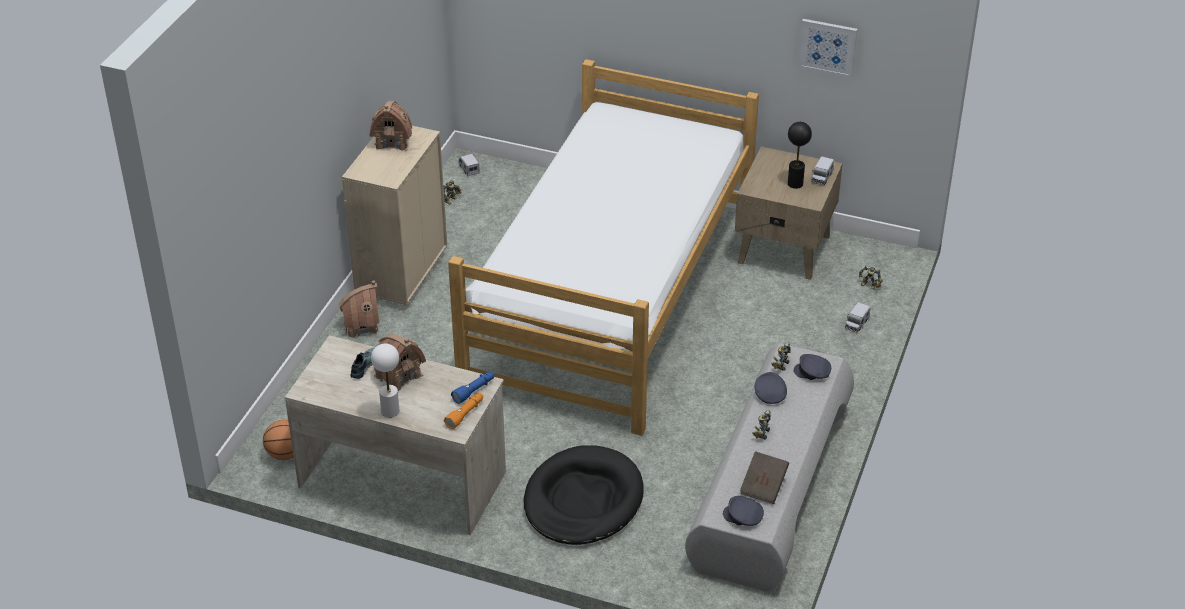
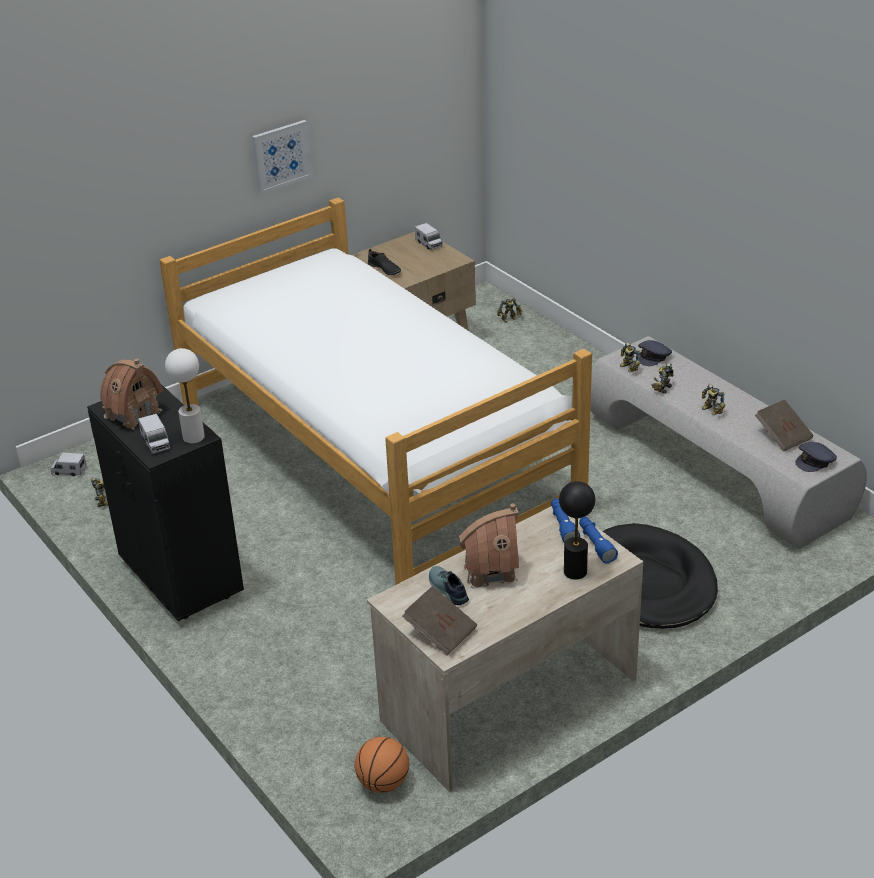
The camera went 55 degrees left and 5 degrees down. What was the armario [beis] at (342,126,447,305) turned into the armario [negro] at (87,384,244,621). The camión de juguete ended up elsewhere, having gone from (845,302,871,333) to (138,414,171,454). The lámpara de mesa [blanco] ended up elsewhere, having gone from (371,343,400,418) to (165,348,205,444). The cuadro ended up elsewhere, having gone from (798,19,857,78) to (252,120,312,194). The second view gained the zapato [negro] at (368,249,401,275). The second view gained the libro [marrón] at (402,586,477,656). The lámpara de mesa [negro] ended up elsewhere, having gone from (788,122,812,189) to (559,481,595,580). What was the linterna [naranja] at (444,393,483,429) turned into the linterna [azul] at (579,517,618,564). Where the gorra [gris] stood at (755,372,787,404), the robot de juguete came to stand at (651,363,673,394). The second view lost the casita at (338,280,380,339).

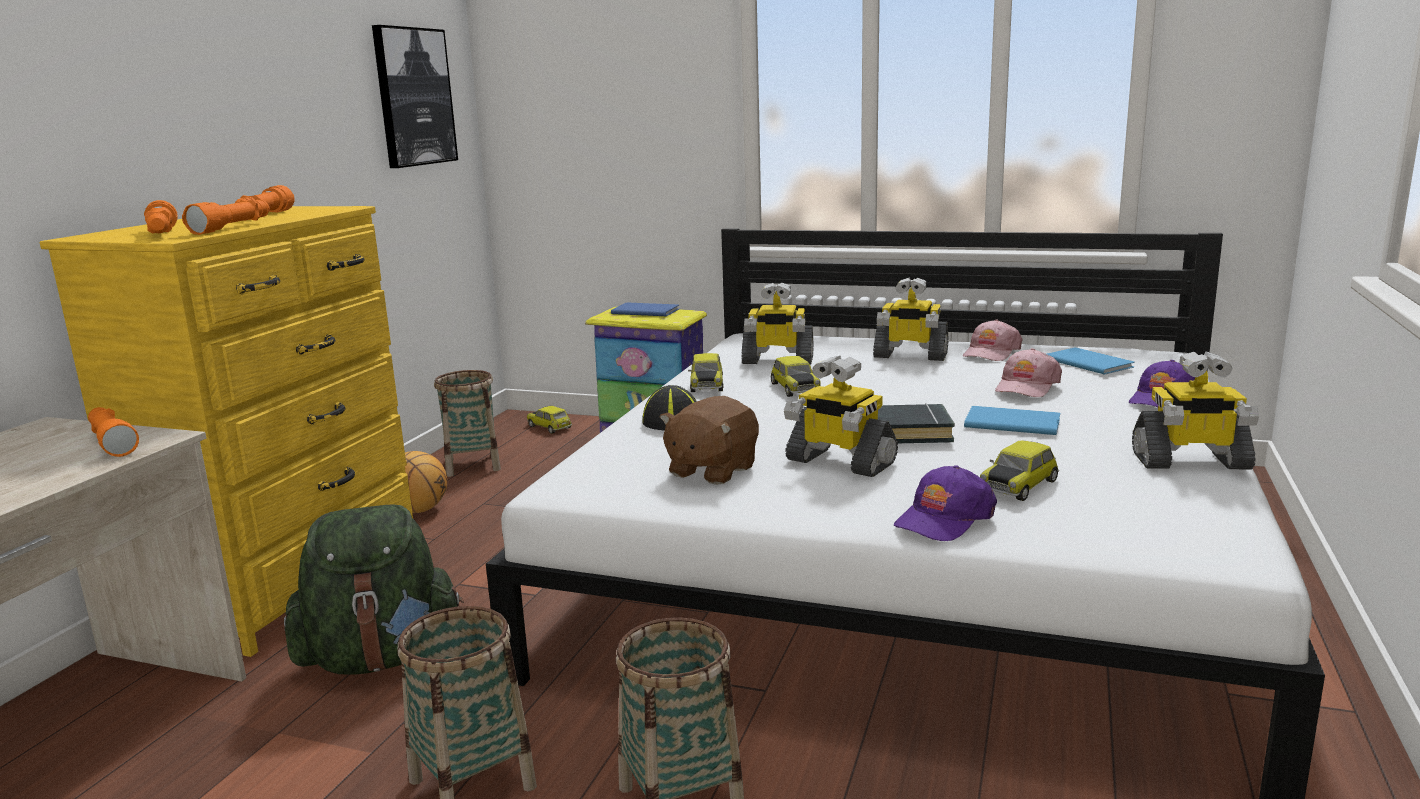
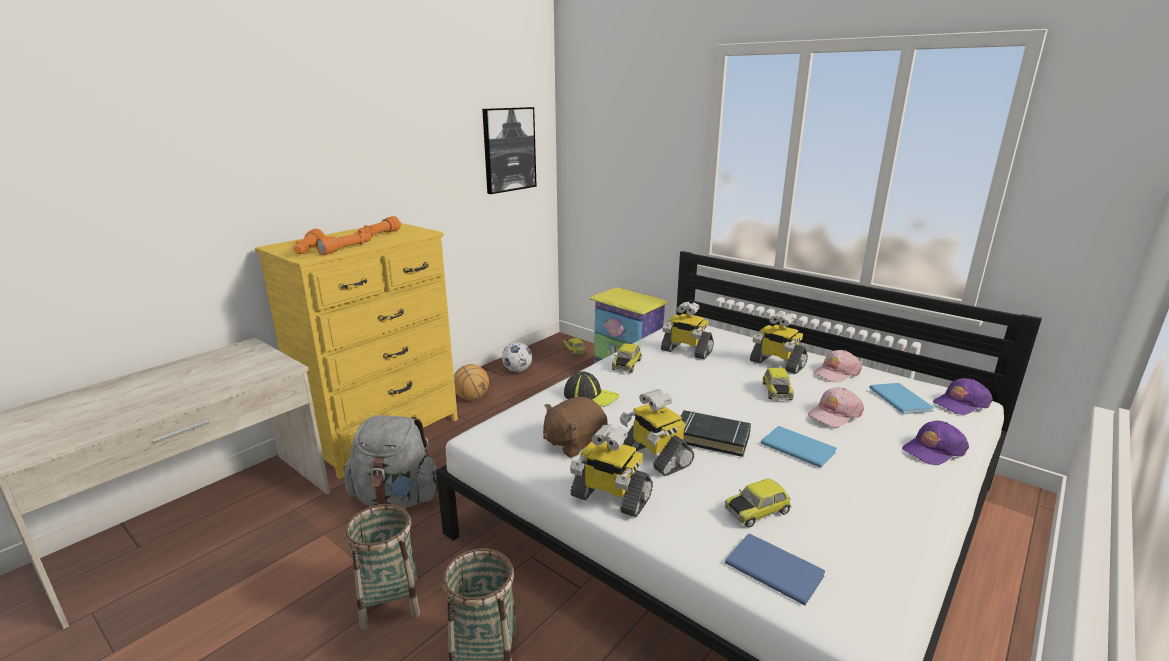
The camera went 20 degrees right and 5 degrees up. What was the mochila [verde] at (284,504,464,674) turned into the mochila [gris] at (344,415,438,508). Where the cesta stood at (434,370,501,477), the balón de fútbol came to stand at (502,342,532,372). The robot de juguete ended up elsewhere, having gone from (1132,351,1259,470) to (570,424,653,517). The libro [azul] ended up elsewhere, having gone from (611,303,679,316) to (725,534,825,605). The coche de juguete ended up elsewhere, having gone from (770,356,821,397) to (763,367,794,400). The gorra [morado] ended up elsewhere, having gone from (894,465,997,541) to (933,378,993,415). The second view lost the linterna [naranja] at (88,407,139,457).

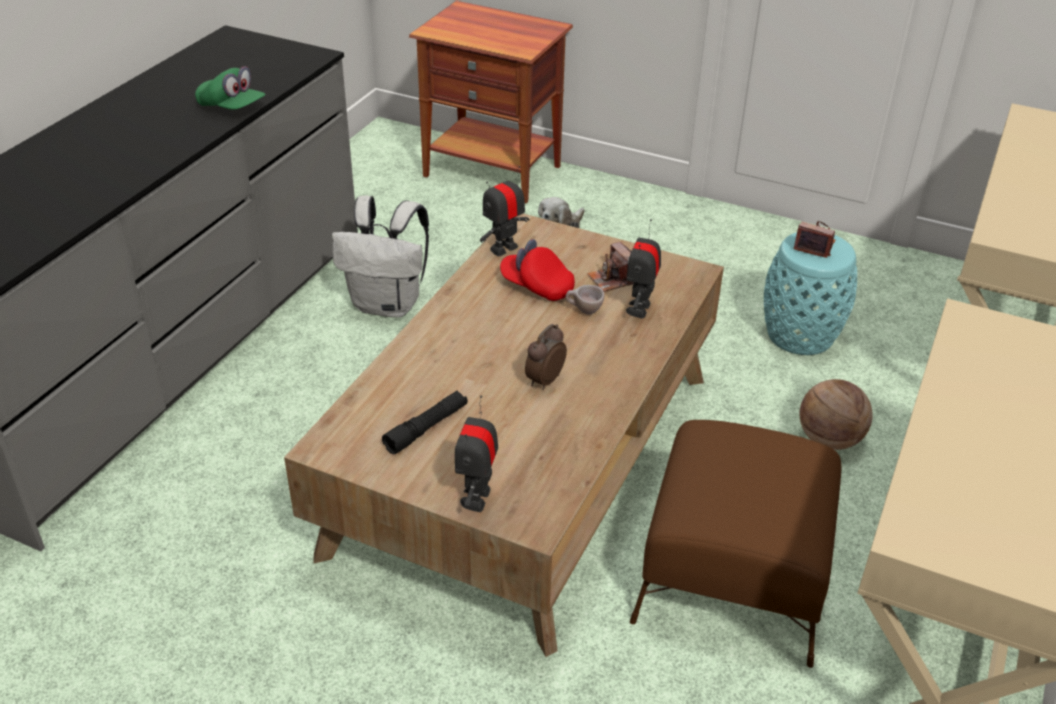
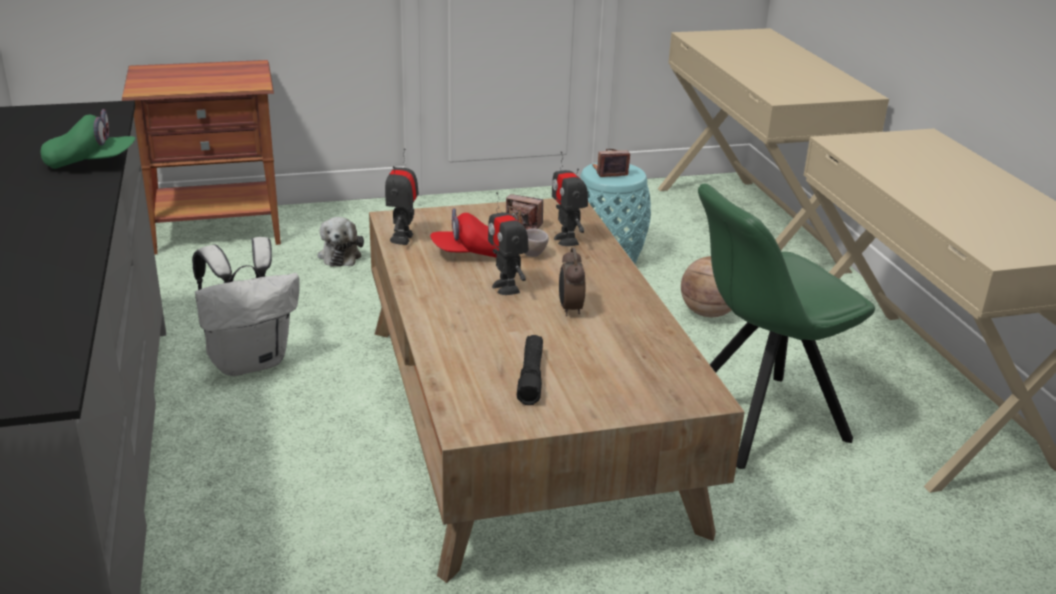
The camera went 40 degrees left and 10 degrees down. The robot de juguete ended up elsewhere, having gone from (455,395,498,512) to (488,192,529,295). Where the puf [marrón] stood at (630,420,841,668), the silla [verde] came to stand at (698,183,875,469).

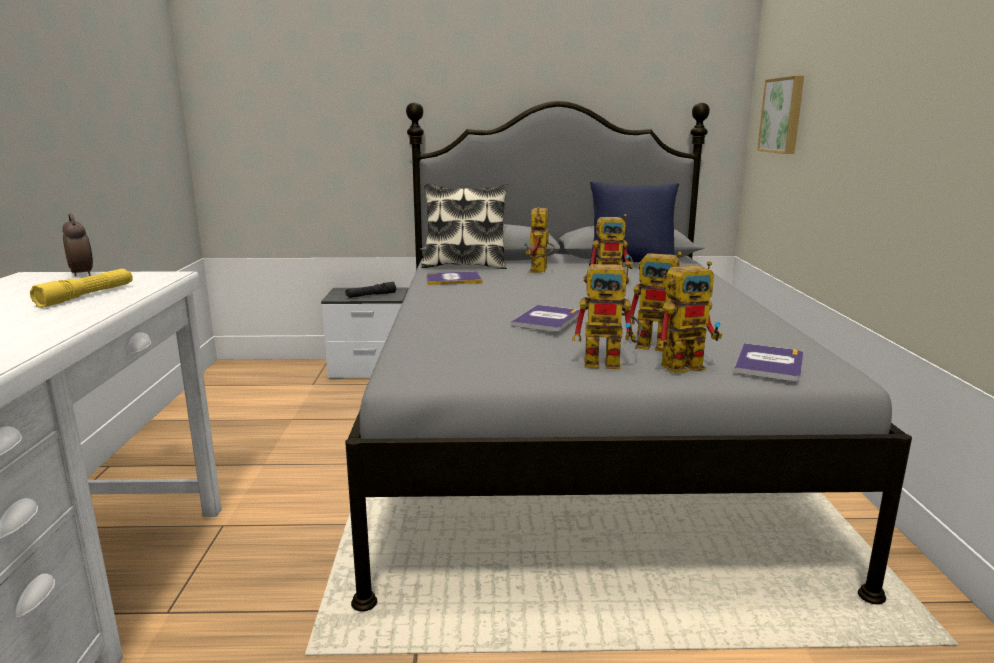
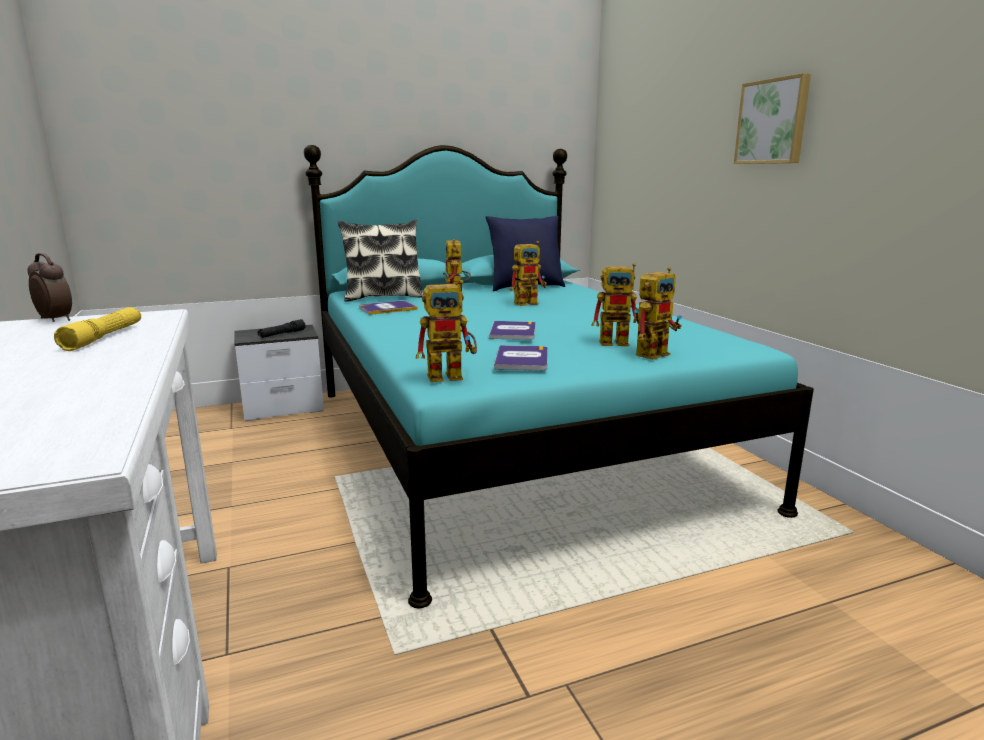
The camera went 20 degrees left and 0 degrees up. What was the cama [gris] at (345,101,912,612) turned into the cama [turquesa] at (304,145,814,609). The robot de juguete ended up elsewhere, having gone from (572,261,641,369) to (416,280,477,382). The libro ended up elsewhere, having gone from (734,343,803,381) to (494,345,547,370). The cuadro ended up elsewhere, having gone from (757,76,804,154) to (734,73,811,164).

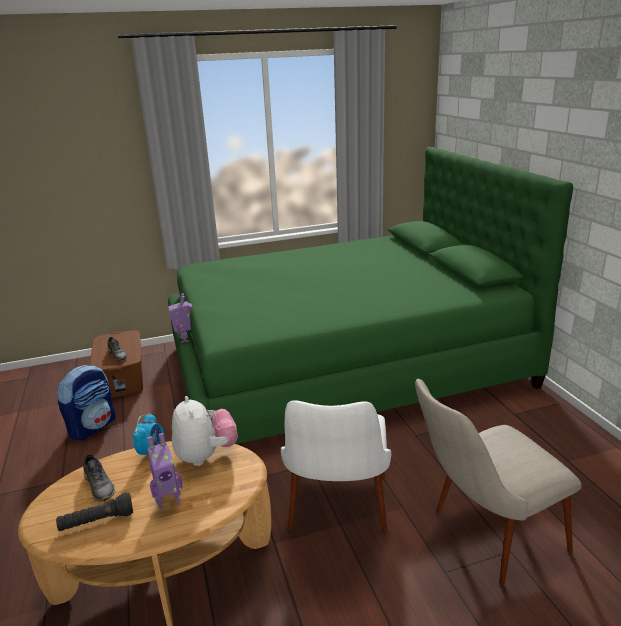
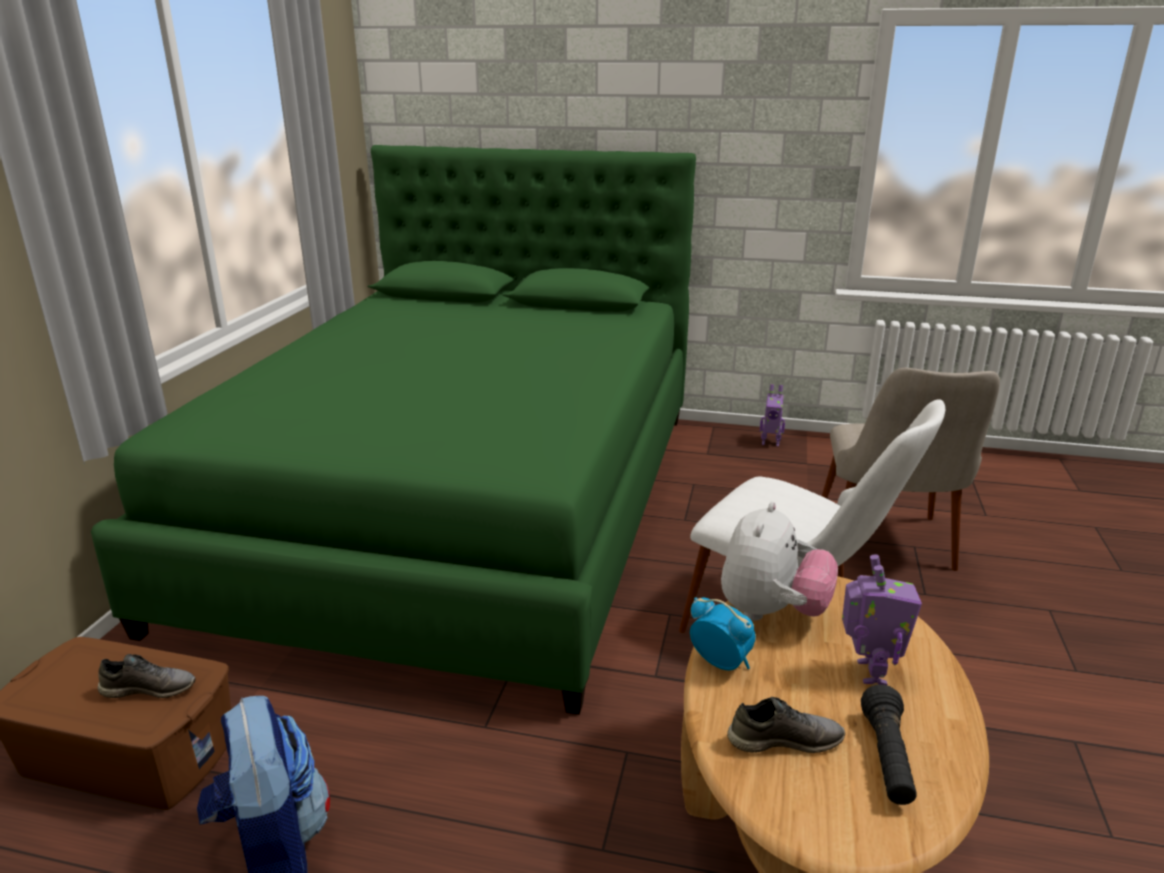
The camera went 60 degrees left and 0 degrees up. The peluche at (172,396,238,466) ended up facing another way, 105 degrees clockwise from before. The robot de juguete ended up elsewhere, having gone from (168,293,192,343) to (760,384,785,447).

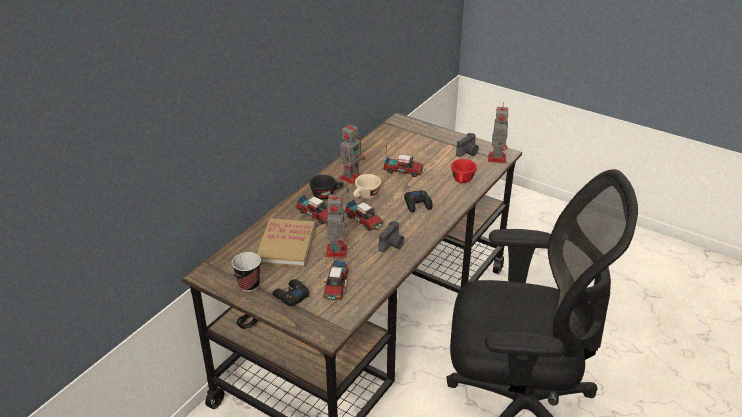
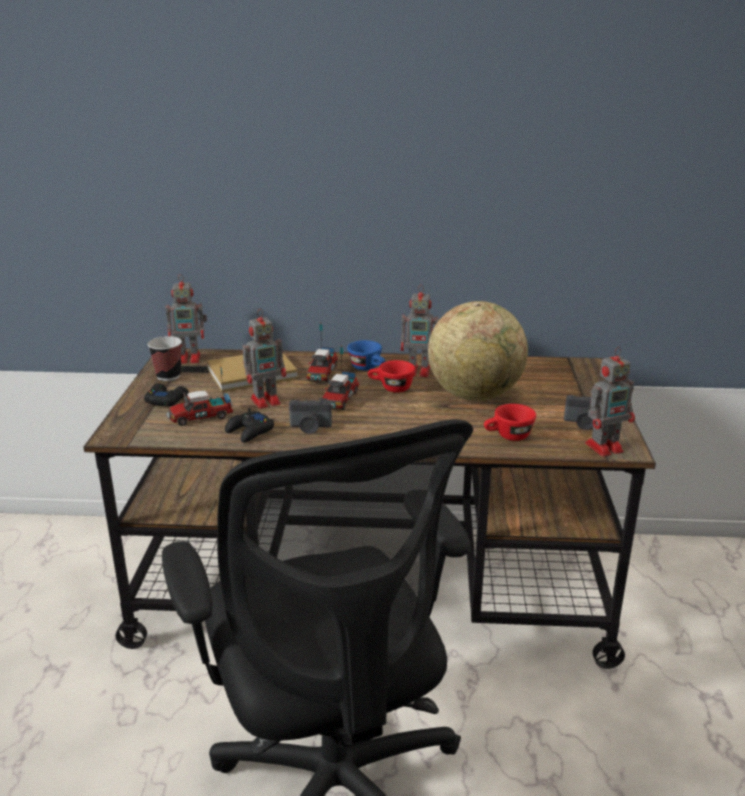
The camera went 60 degrees right and 10 degrees down. The second view gained the robot de juguete at (166,274,207,364). The mando de consola [negro] ended up elsewhere, having gone from (404,190,433,213) to (225,408,274,442). What was the taza [negro] at (309,175,344,200) turned into the taza [azul] at (347,340,385,370). What was the taza [beis] at (353,174,381,199) turned into the taza [rojo] at (368,360,415,392). Where the camión de juguete stood at (383,146,425,177), the globo terráqueo came to stand at (428,301,528,401).

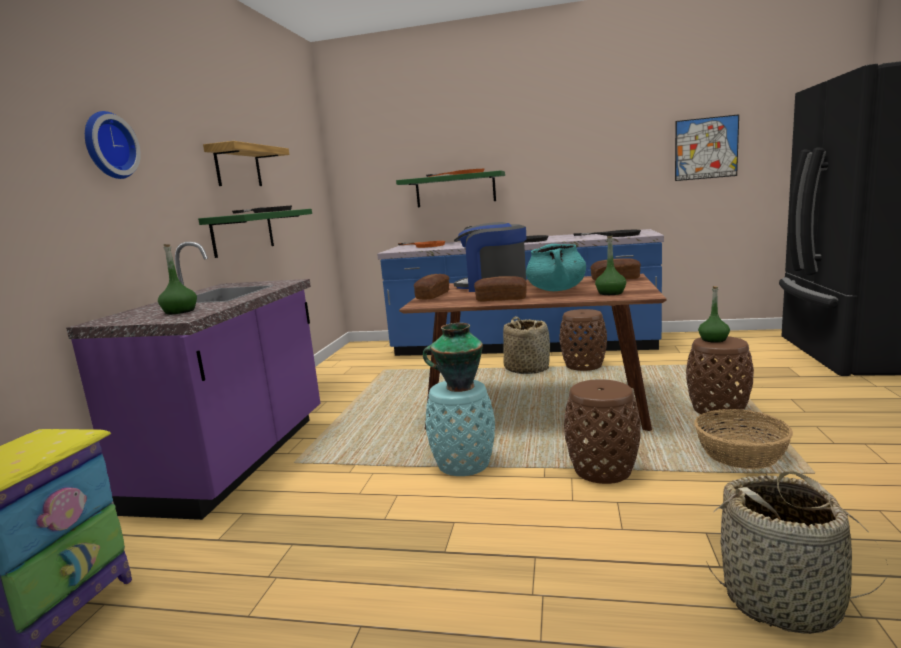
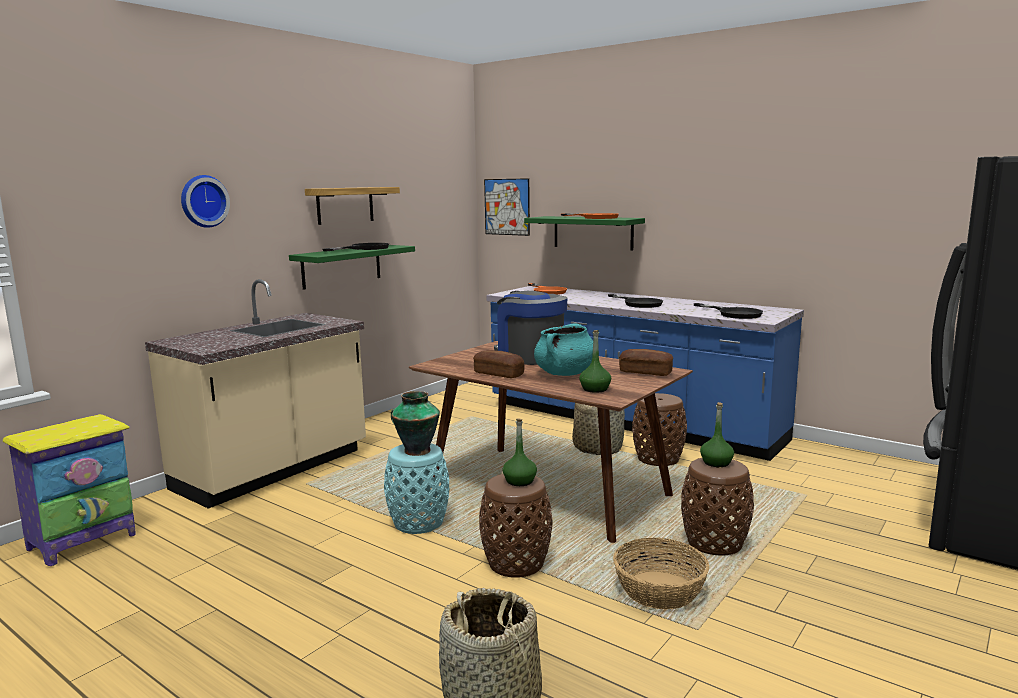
The camera went 25 degrees right and 0 degrees up. What was the mueble bajo de cocina [morado] at (66,242,320,520) turned into the mueble bajo de cocina [beis] at (145,279,366,509). The cuadro ended up elsewhere, having gone from (675,114,739,181) to (484,178,530,236). The botella [verde] ended up elsewhere, having gone from (158,244,197,314) to (503,418,537,486). The second view lost the pan at (414,274,450,299).

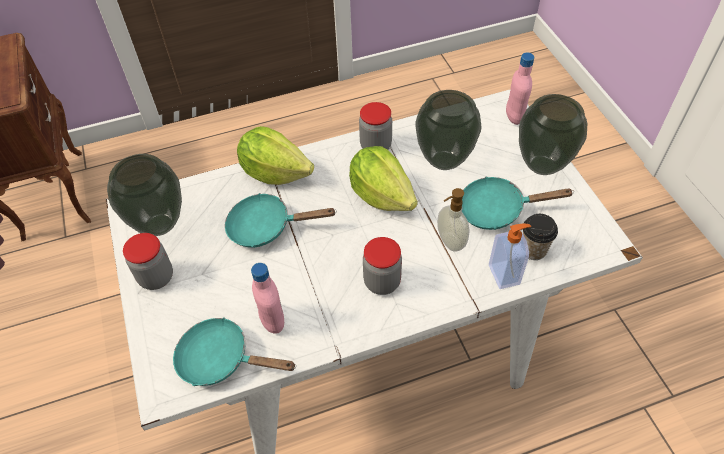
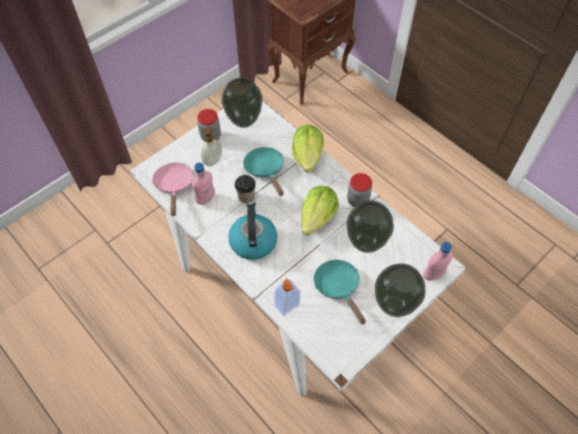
The camera went 65 degrees right and 5 degrees up. What was the sartén [turquesa] at (173,317,296,386) turned into the sartén [rosa] at (152,163,194,216). The dispensador de jabón ended up elsewhere, having gone from (437,188,470,252) to (201,128,222,167). Where the tarro stood at (363,237,402,295), the hervidor came to stand at (228,201,277,260). The taza ended up elsewhere, having gone from (523,214,558,260) to (235,175,256,203).

